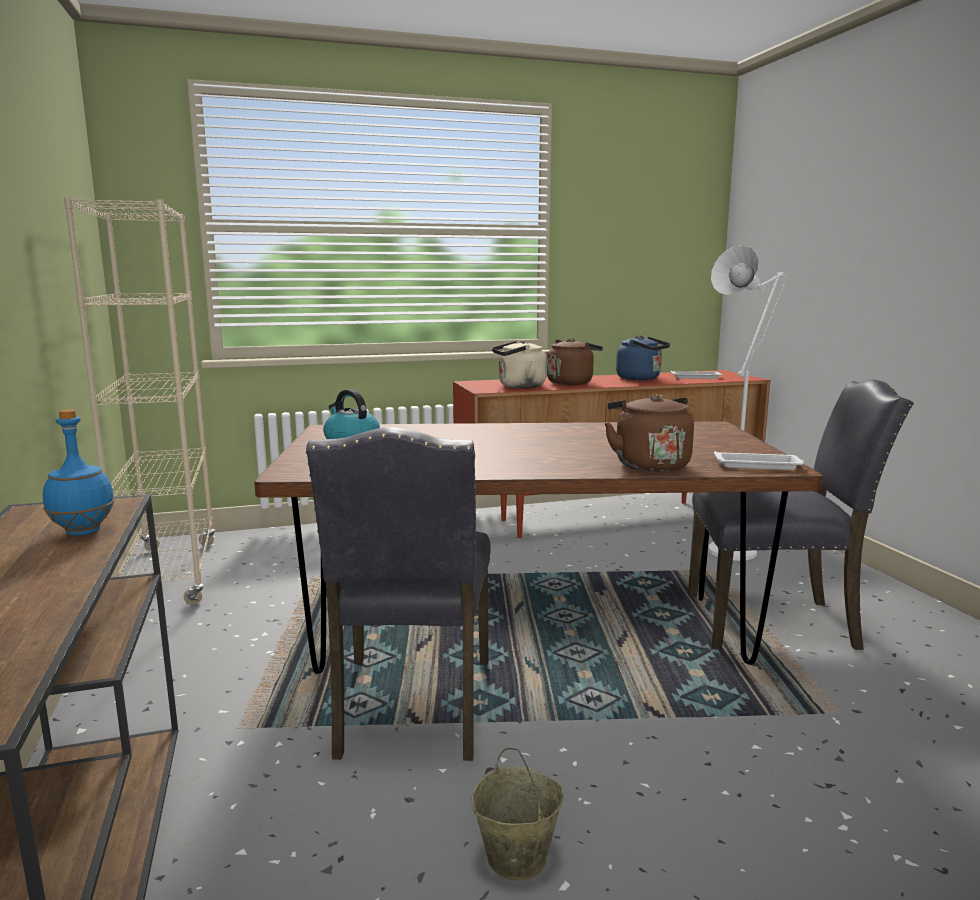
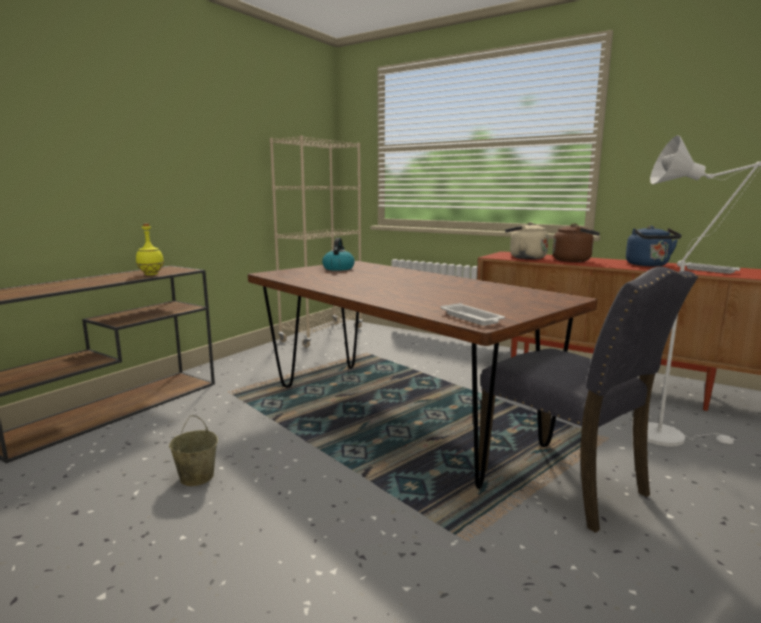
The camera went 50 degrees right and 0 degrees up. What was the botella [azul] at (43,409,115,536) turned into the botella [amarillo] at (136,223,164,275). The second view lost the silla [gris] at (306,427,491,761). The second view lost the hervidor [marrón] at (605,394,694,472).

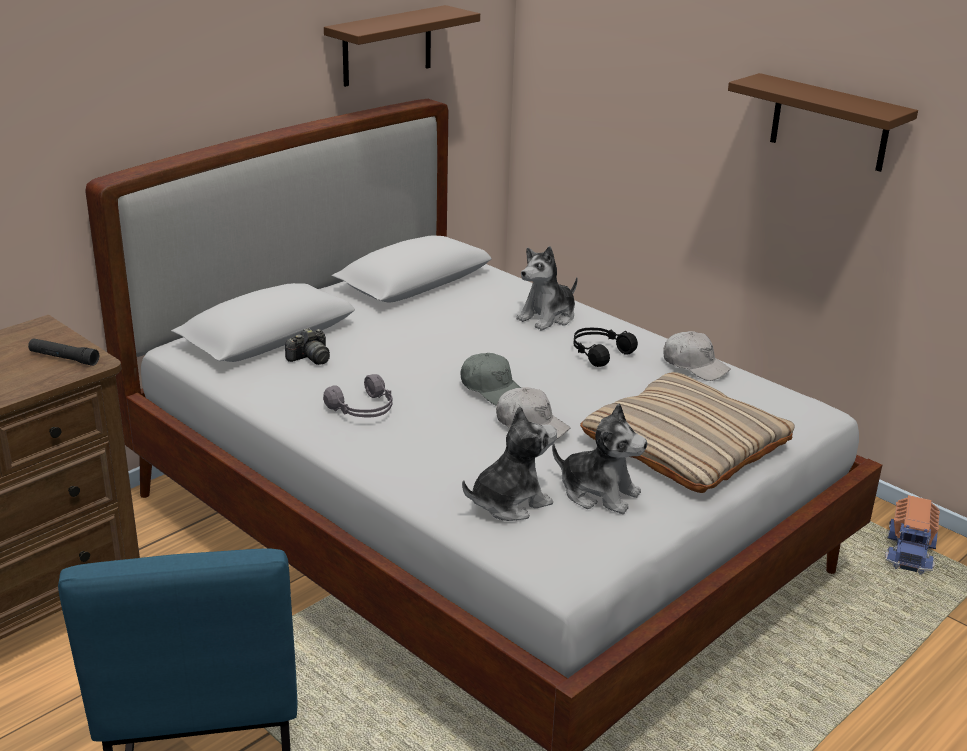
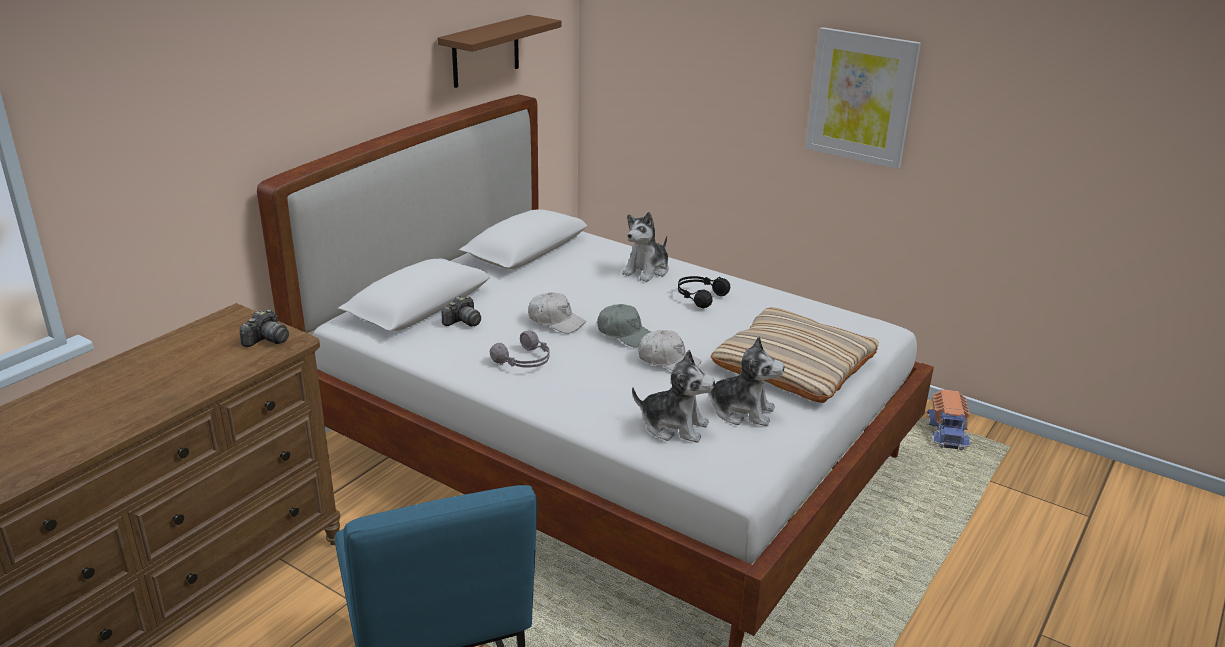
The camera went 10 degrees left and 0 degrees up. Where the linterna [negro] stood at (28,338,99,366), the cámara came to stand at (239,309,289,347). The gorra [blanco] ended up elsewhere, having gone from (663,331,731,381) to (528,292,586,334). The peluche at (462,406,557,521) ended up facing another way, 60 degrees clockwise from before. Where the estante [marrón] hung at (728,73,918,172), the cuadro came to hang at (805,27,921,169).

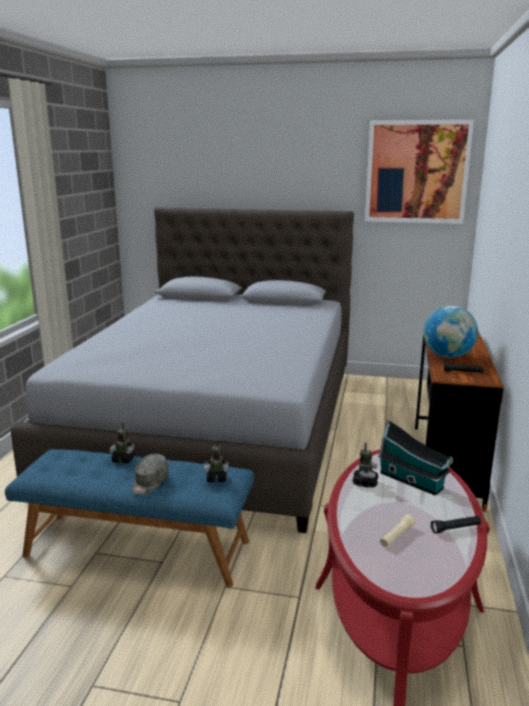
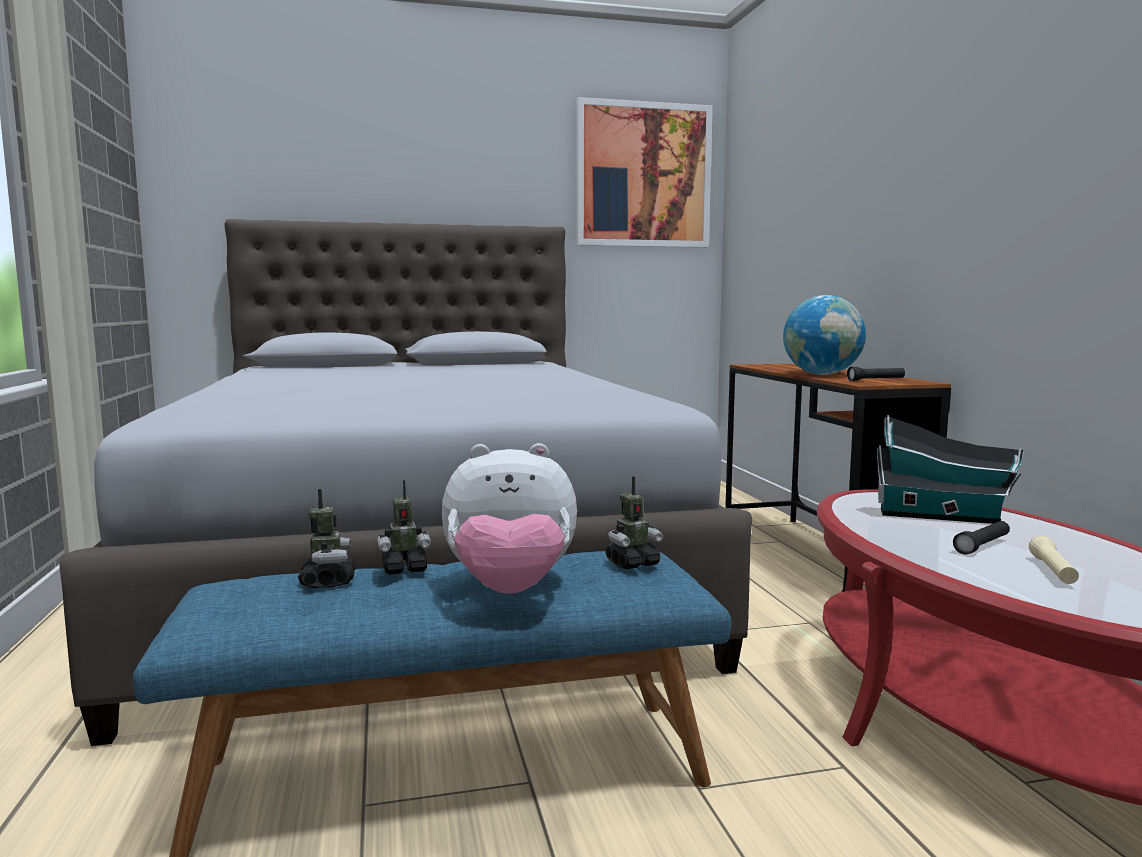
The camera went 25 degrees left and 10 degrees down. The robot de juguete ended up elsewhere, having gone from (353,442,378,487) to (298,489,356,588). Where the gorra [gris] stood at (132,454,169,495), the peluche came to stand at (441,443,577,594). The linterna [negro] ended up elsewhere, having gone from (431,516,481,534) to (953,521,1010,555).

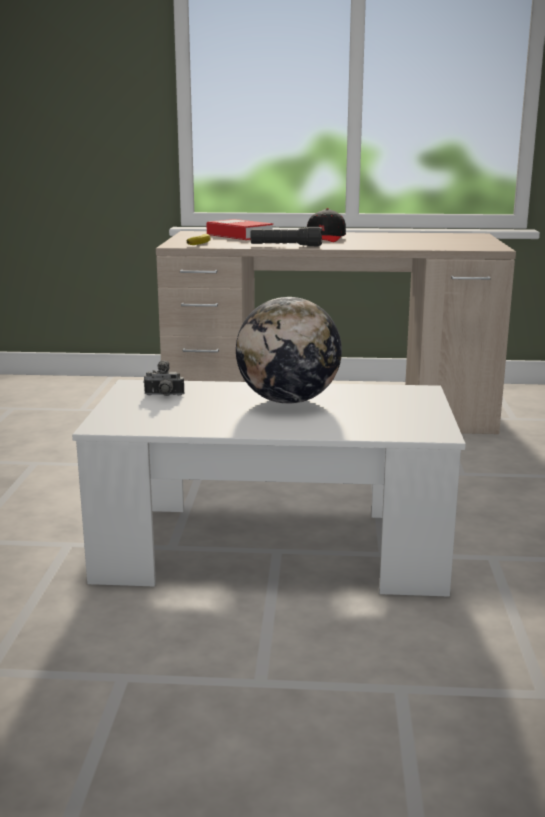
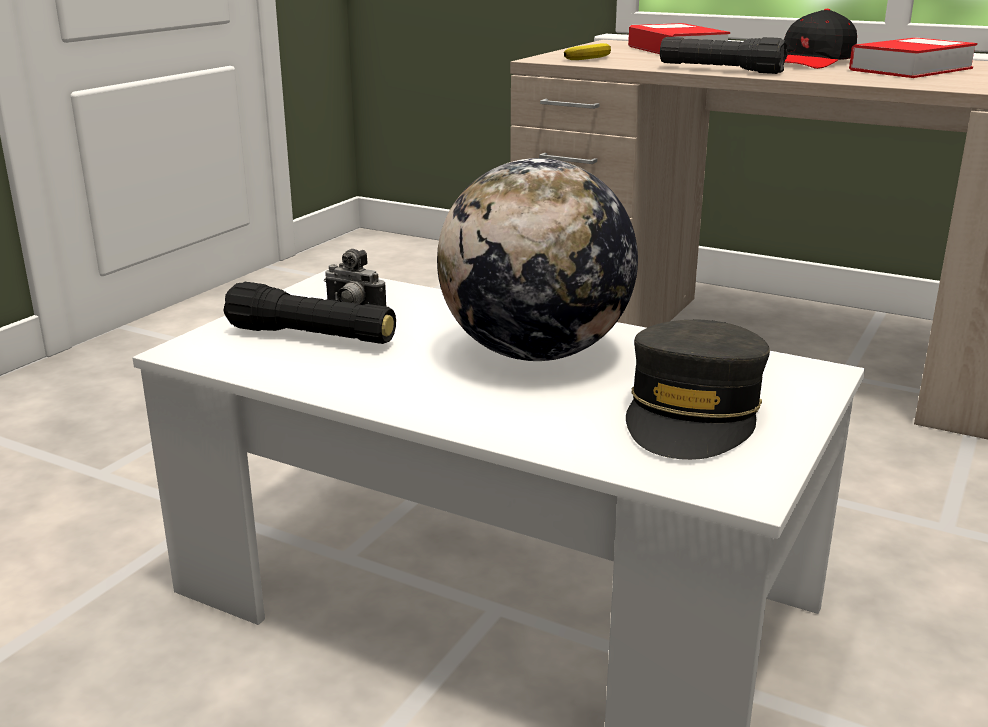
The camera went 25 degrees right and 5 degrees up. The second view gained the linterna [negro] at (223,282,396,344). The second view gained the gorra [gris] at (626,320,770,460). The second view gained the libro at (849,37,978,78).

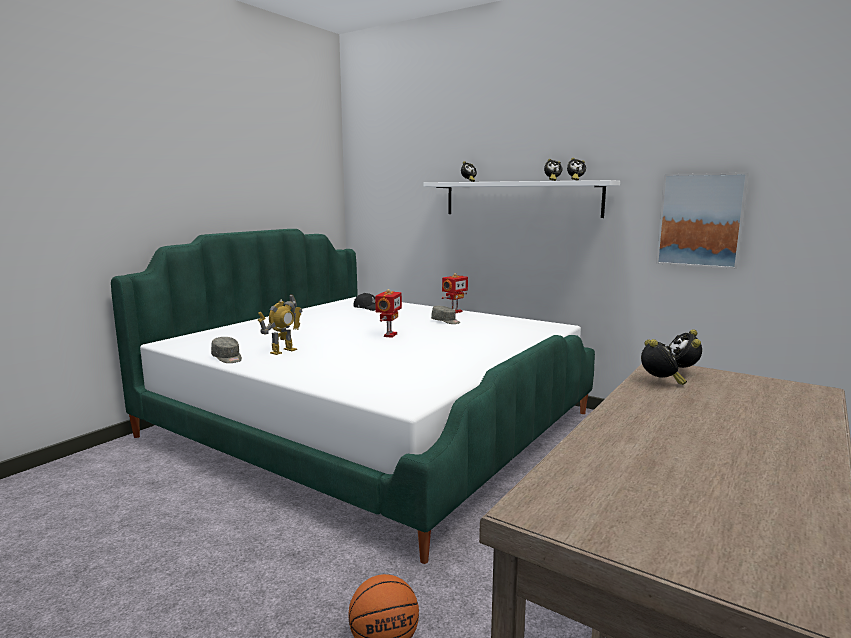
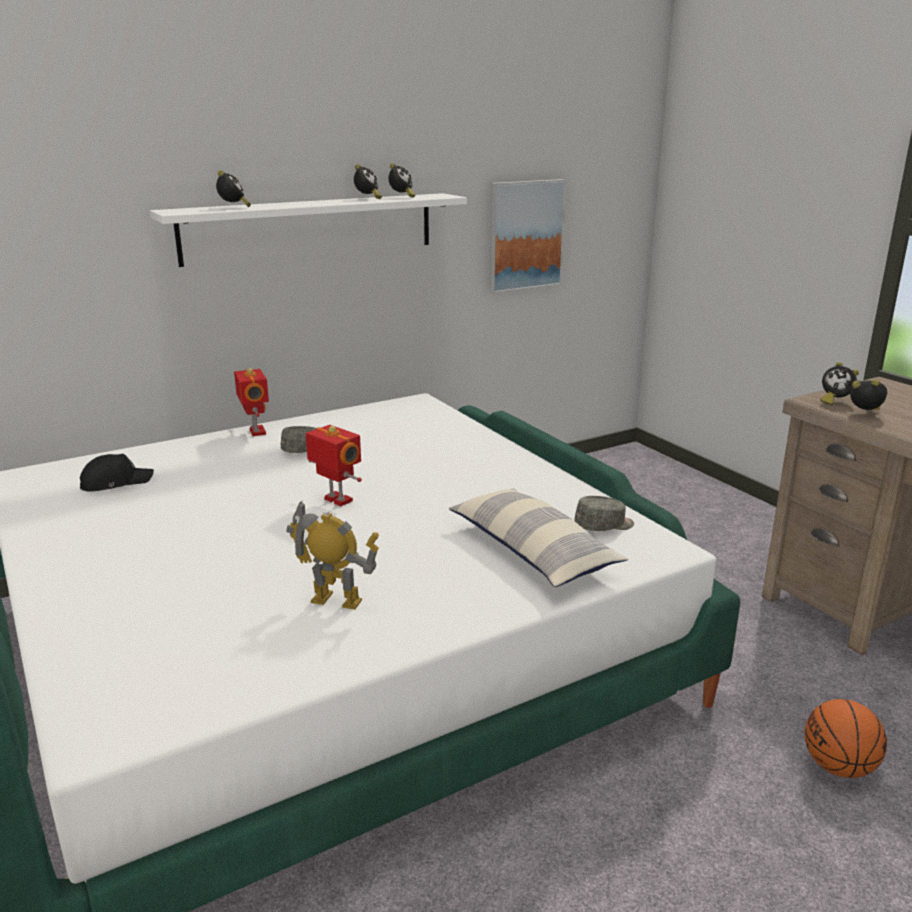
The camera went 65 degrees left and 10 degrees up. The robot de juguete at (258,294,303,355) ended up facing another way, 45 degrees counterclockwise from before. The second view gained the cojín at (449,489,628,587). The gorra [gris] ended up elsewhere, having gone from (211,337,242,363) to (575,496,634,531).

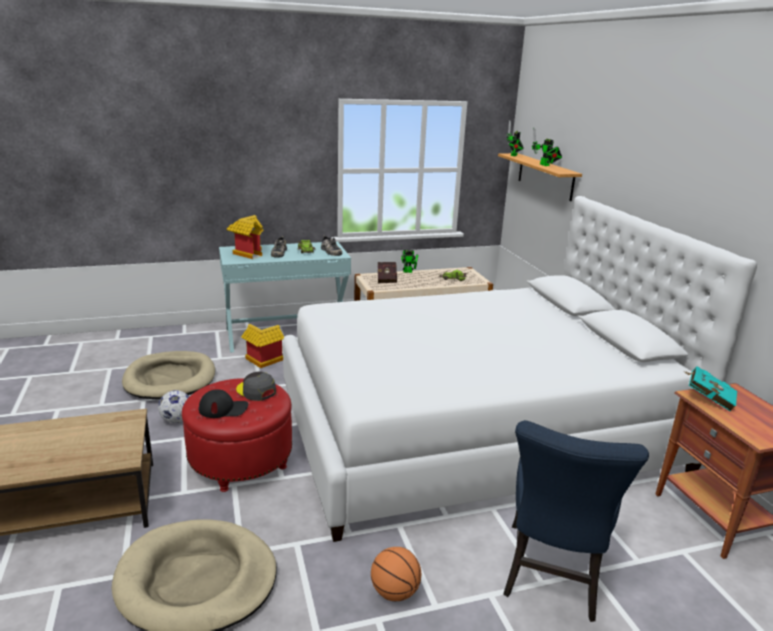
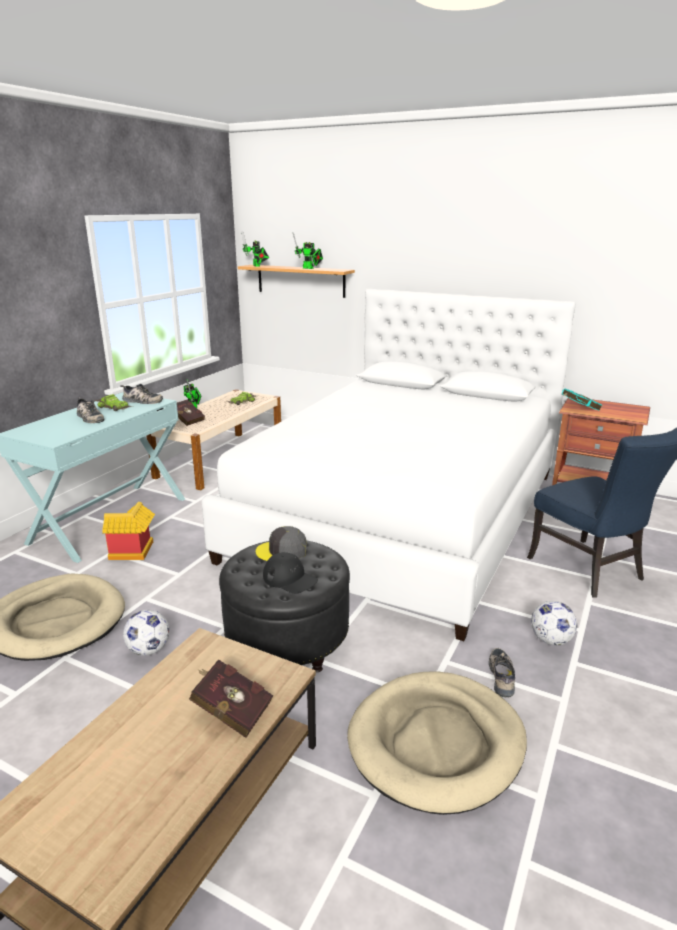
The camera went 45 degrees left and 0 degrees up. The second view gained the libro [rojo] at (189,659,273,738). What was the puf [rojo] at (182,378,292,492) turned into the puf [negro] at (219,541,350,672). The gorra [negro] at (198,389,248,418) ended up facing another way, 90 degrees clockwise from before. The second view gained the zapato at (489,648,515,697). Where the balón de baloncesto stood at (371,547,421,601), the balón de fútbol came to stand at (531,601,577,645). The second view lost the casita at (227,215,264,259).

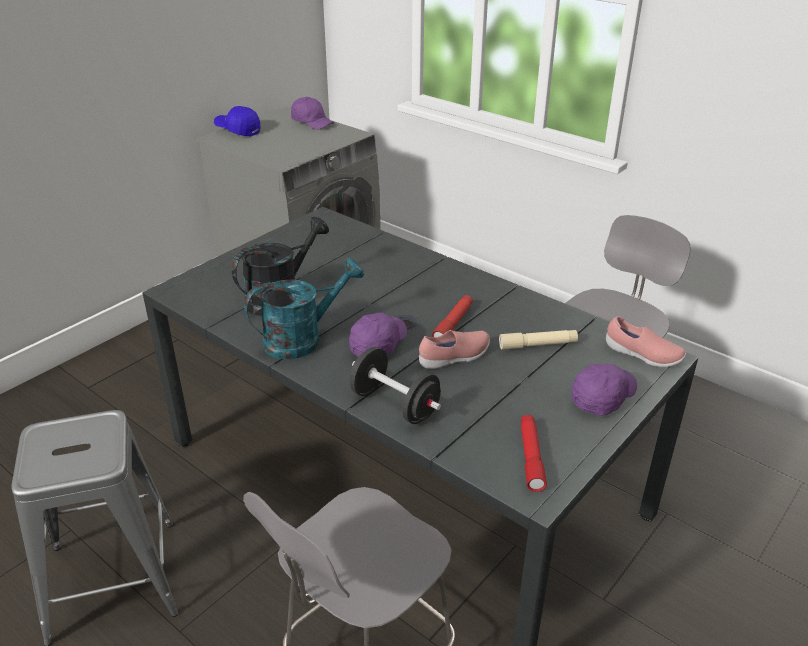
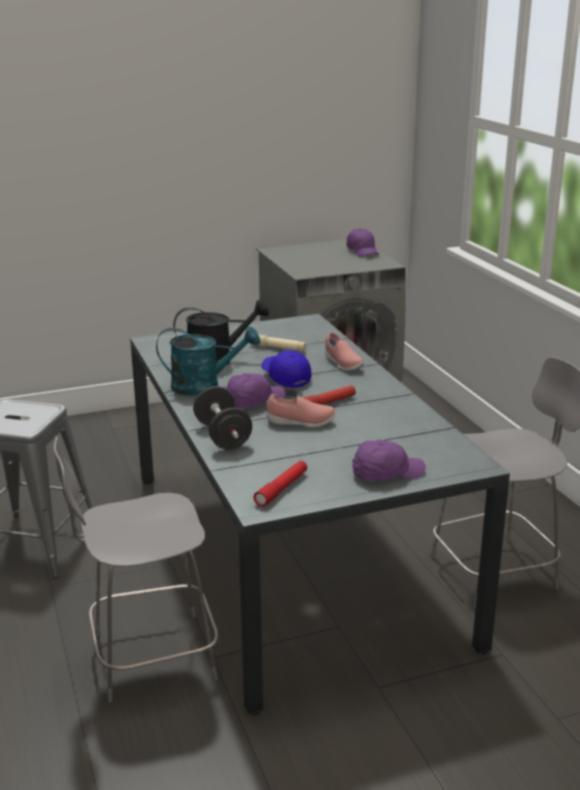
The camera went 30 degrees right and 10 degrees down. The linterna [beis] ended up elsewhere, having gone from (499,330,578,350) to (250,335,306,351). The gorra [azul] ended up elsewhere, having gone from (214,106,261,136) to (261,350,311,388). The zapato [rosa] ended up elsewhere, having gone from (606,316,686,367) to (325,332,364,371).

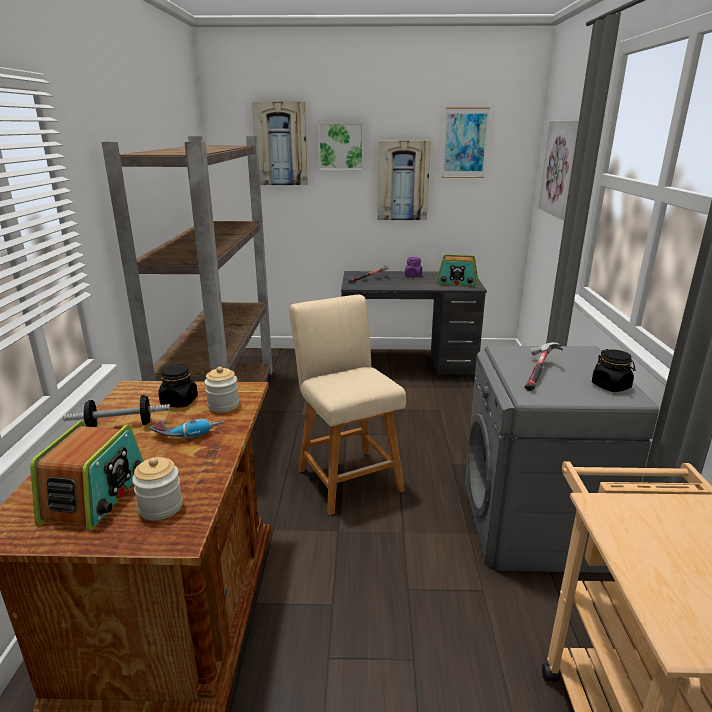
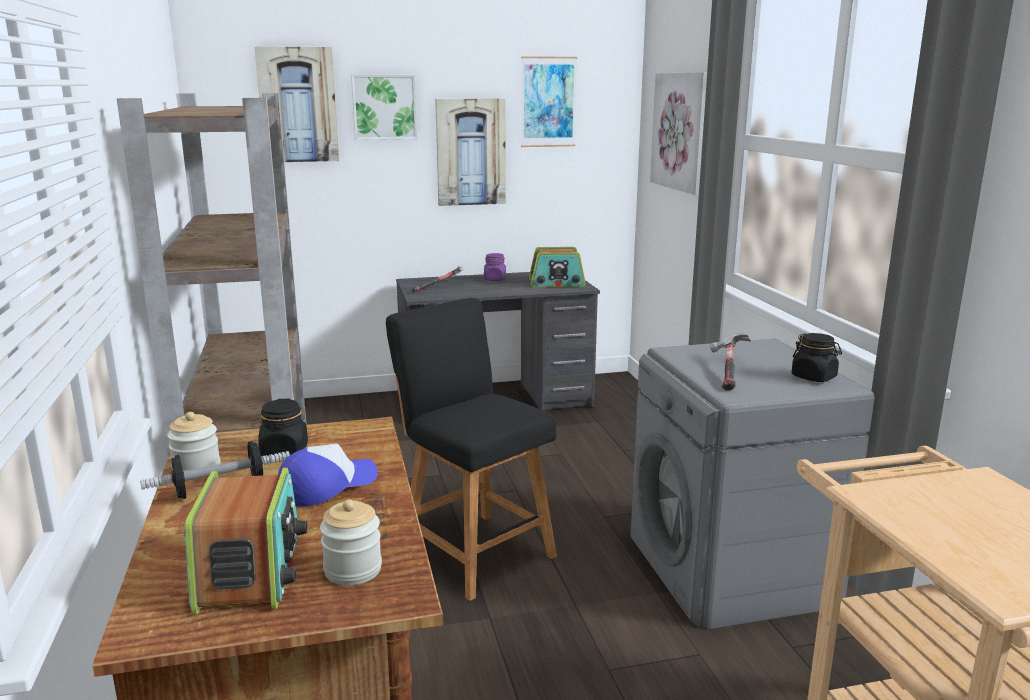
The camera went 15 degrees left and 5 degrees down. The tarro ended up elsewhere, having gone from (205,367,239,413) to (167,412,221,472). Where the taladro stood at (150,419,224,437), the gorra came to stand at (278,443,378,507). What was the taburete [beis] at (289,295,406,515) turned into the taburete [negro] at (386,298,557,601).

